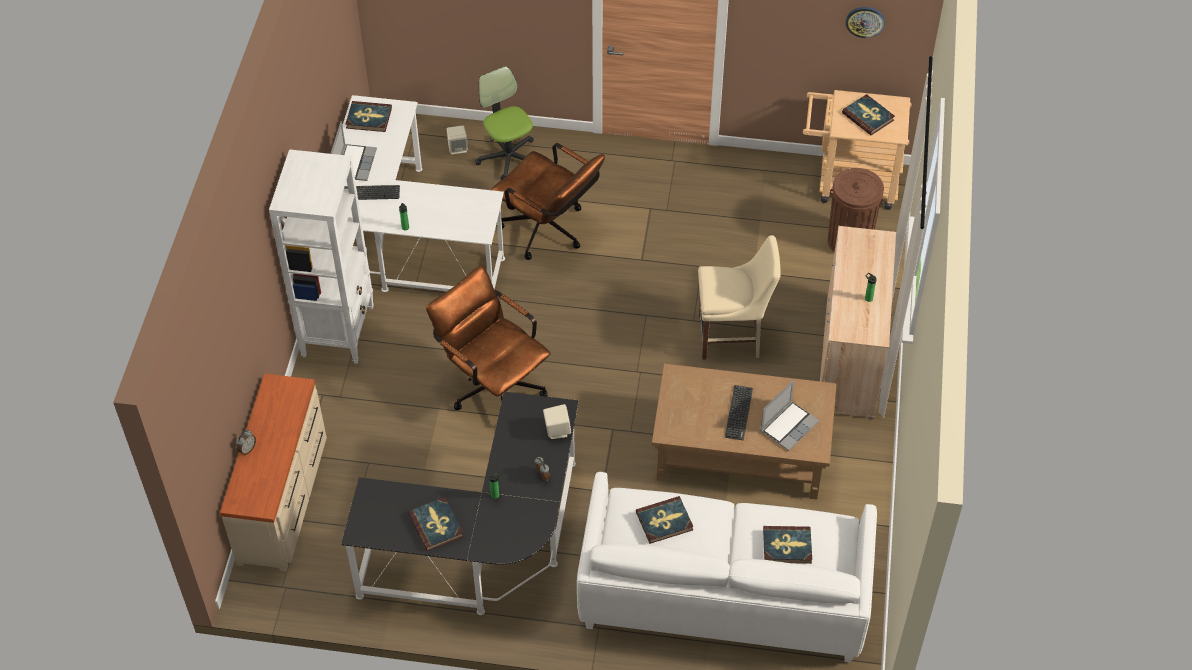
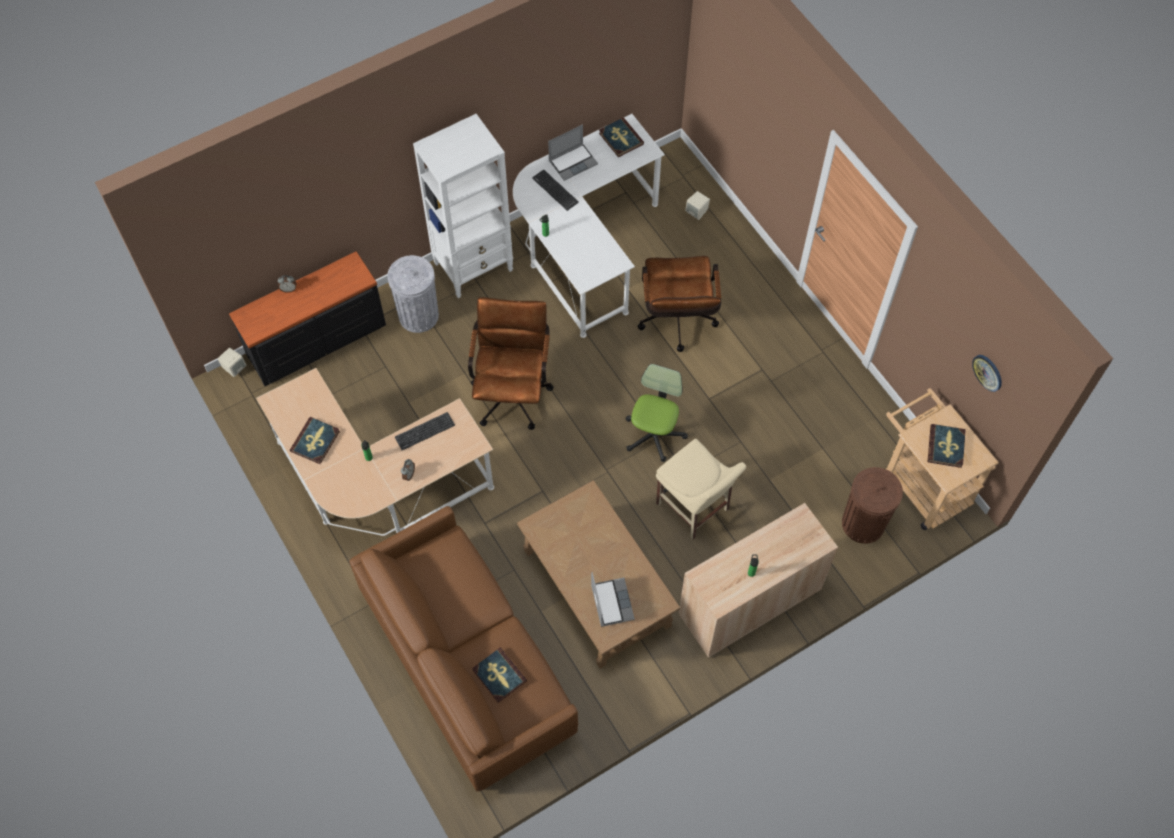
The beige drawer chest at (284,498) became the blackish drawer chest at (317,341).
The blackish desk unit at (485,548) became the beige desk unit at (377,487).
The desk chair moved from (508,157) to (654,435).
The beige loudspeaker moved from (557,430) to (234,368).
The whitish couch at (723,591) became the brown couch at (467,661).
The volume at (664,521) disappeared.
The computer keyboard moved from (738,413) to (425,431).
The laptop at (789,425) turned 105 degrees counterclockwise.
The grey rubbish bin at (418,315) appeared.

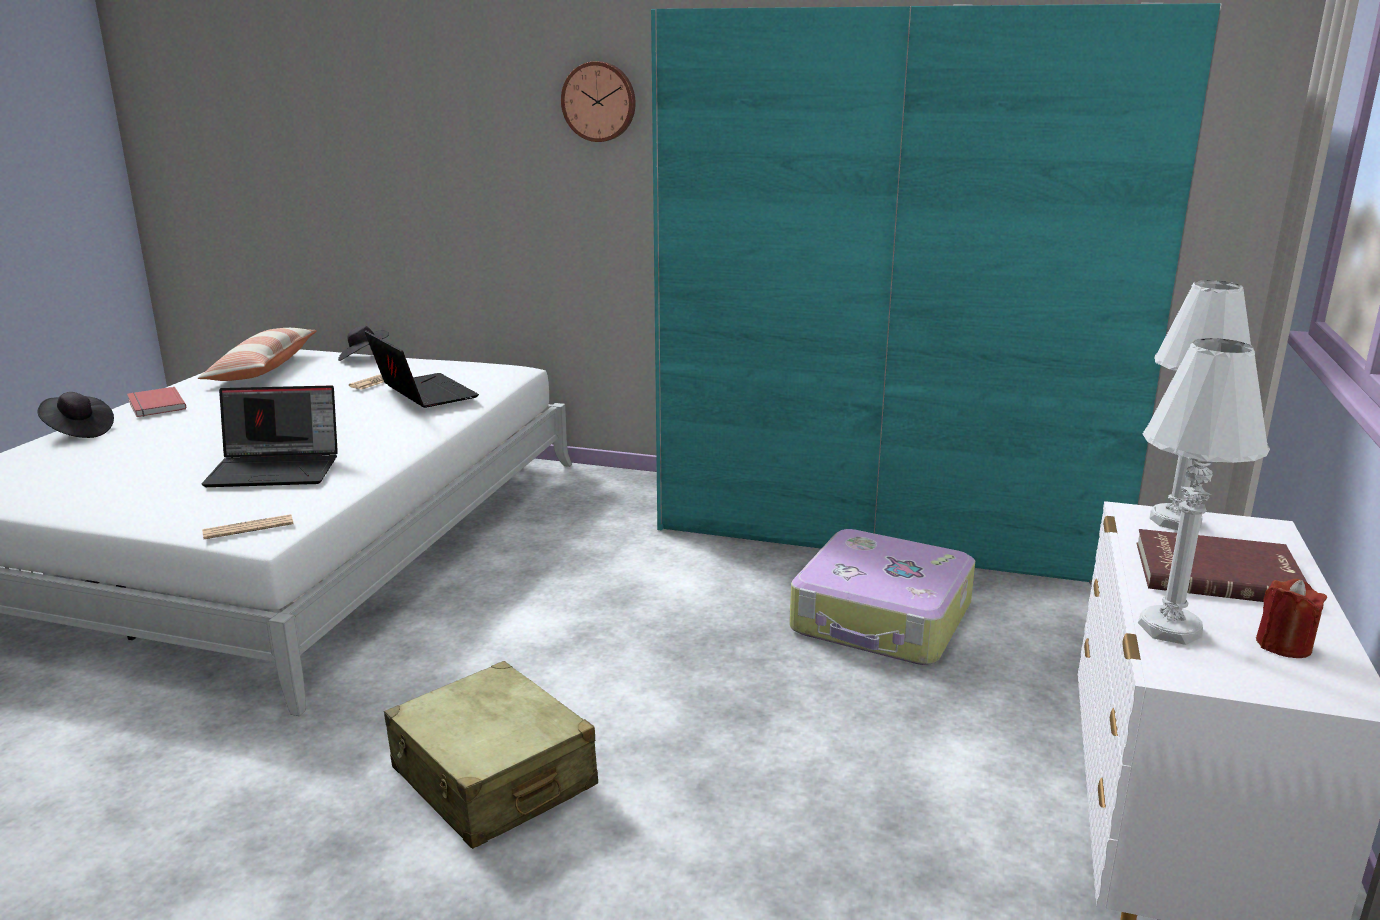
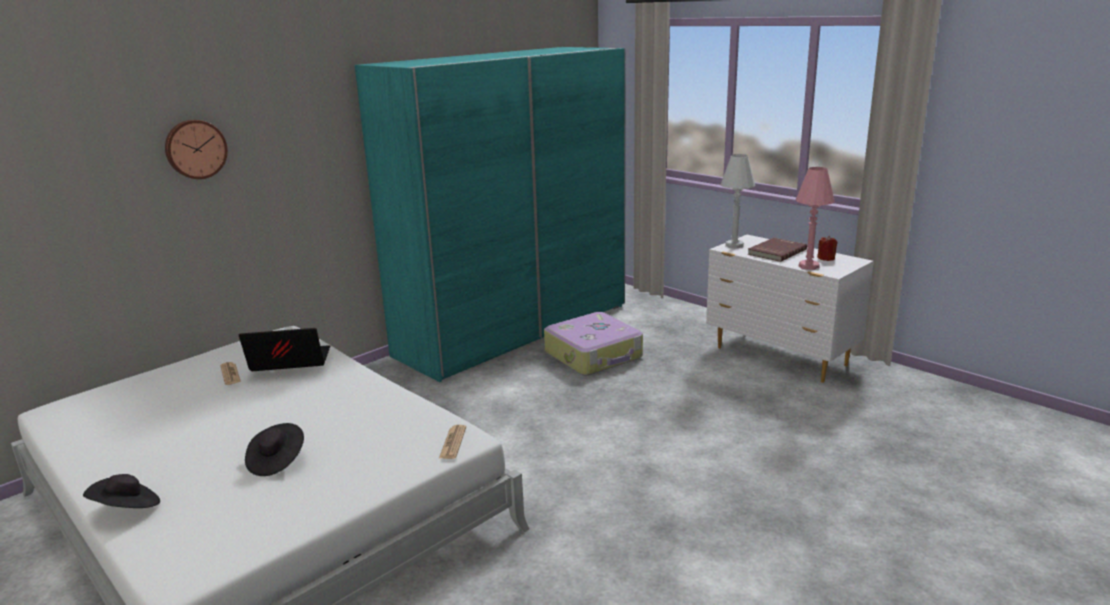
The reddish volume at (154,405) disappeared.
The cushion at (263,369) disappeared.
The laptop at (277,469) disappeared.
The blackish wearable hat moved from (363,358) to (277,461).
The beige piece of luggage at (493,778) disappeared.
The wall clock moved from (599,101) to (195,149).
The whitish tabletop lamp at (1169,629) became the pinkish tabletop lamp at (808,266).

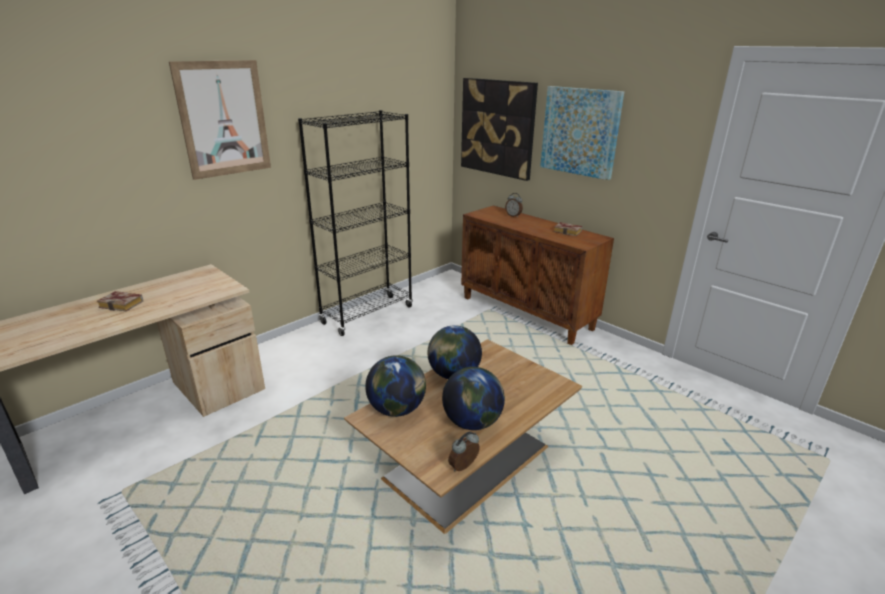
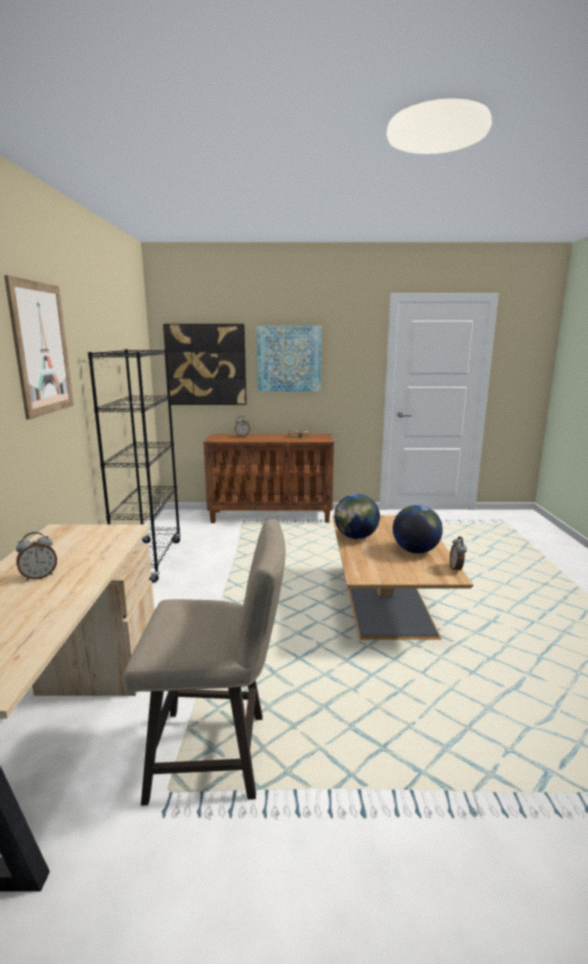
The volume at (123,304) was replaced by the table clock at (39,576).
The globe at (397,409) disappeared.
The beige sitting stool at (219,754) appeared.

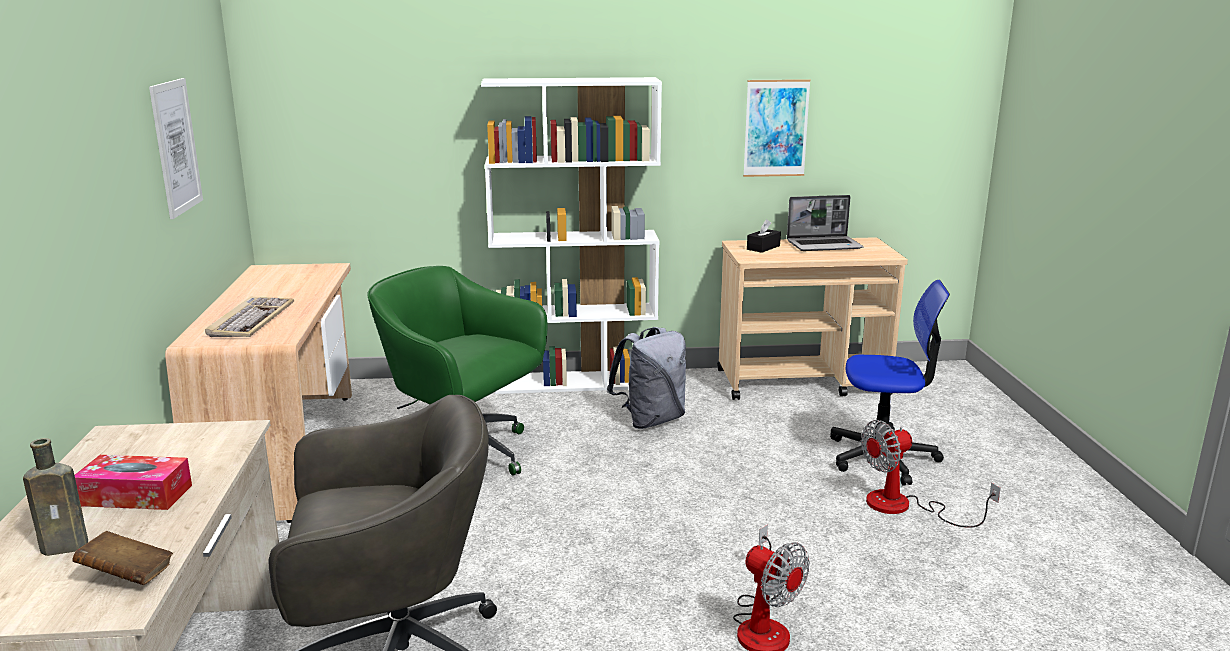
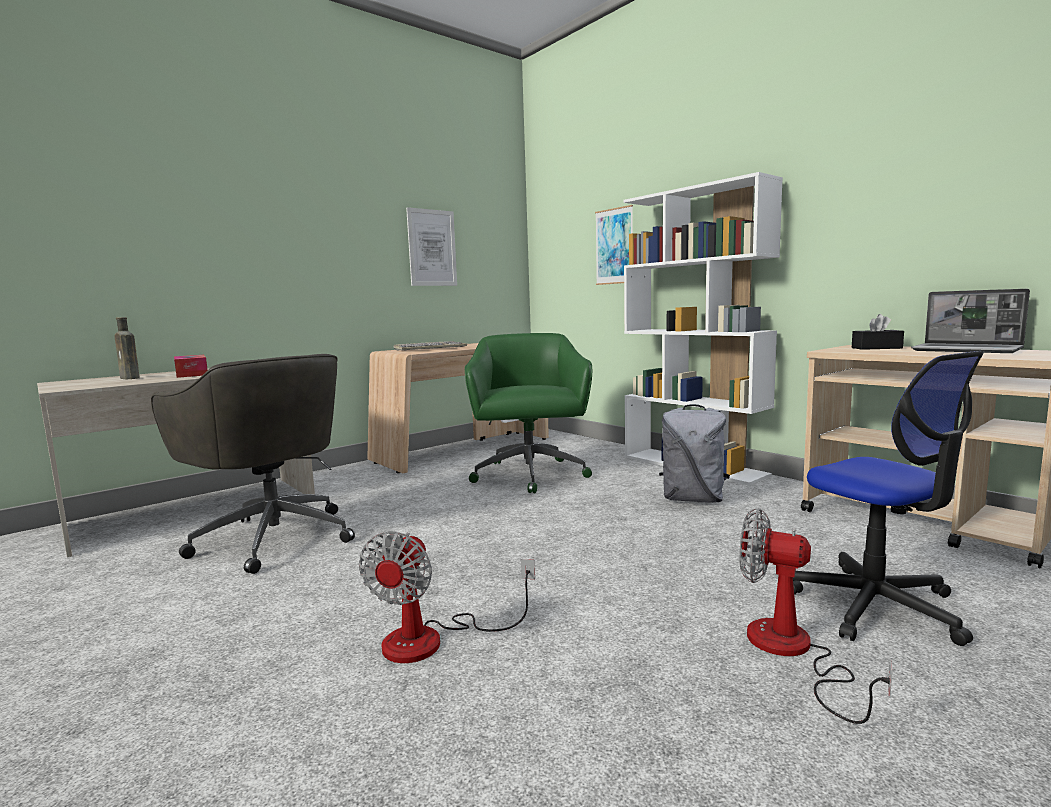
The brown volume at (127,575) disappeared.
The picture moved from (776,128) to (614,246).

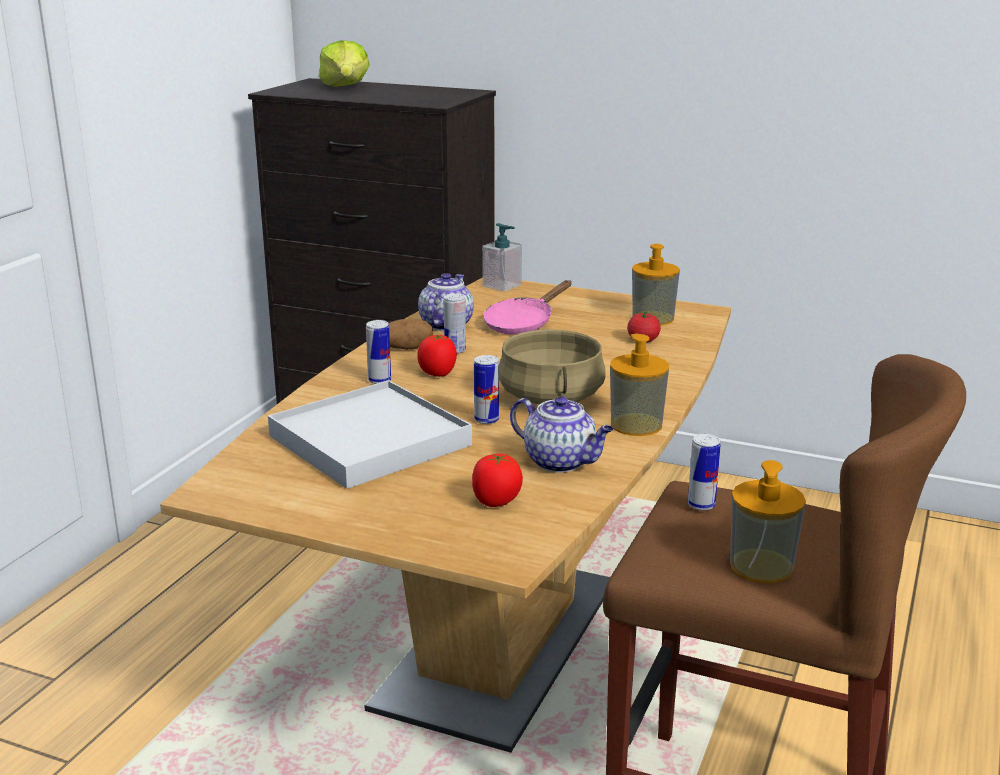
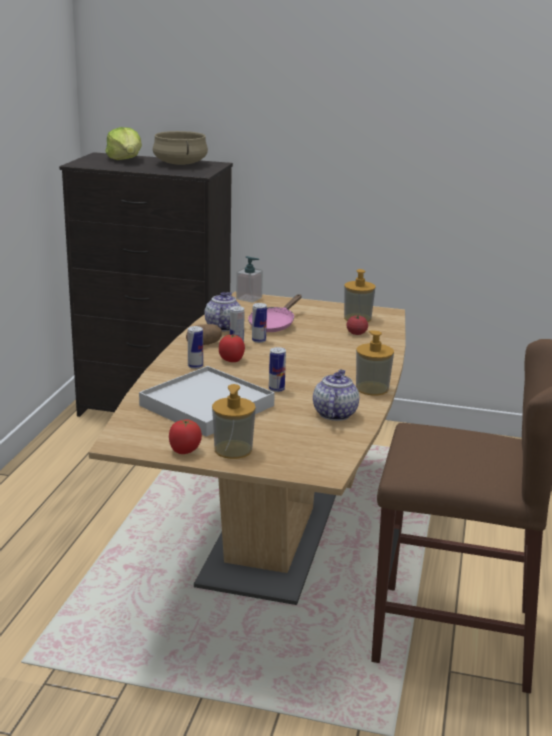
The tomato moved from (496,501) to (184,450).
The beige cooking pot moved from (552,398) to (181,164).
The teapot at (561,462) turned 105 degrees counterclockwise.
The metal can moved from (701,505) to (258,340).
The soap bottle moved from (761,566) to (233,449).

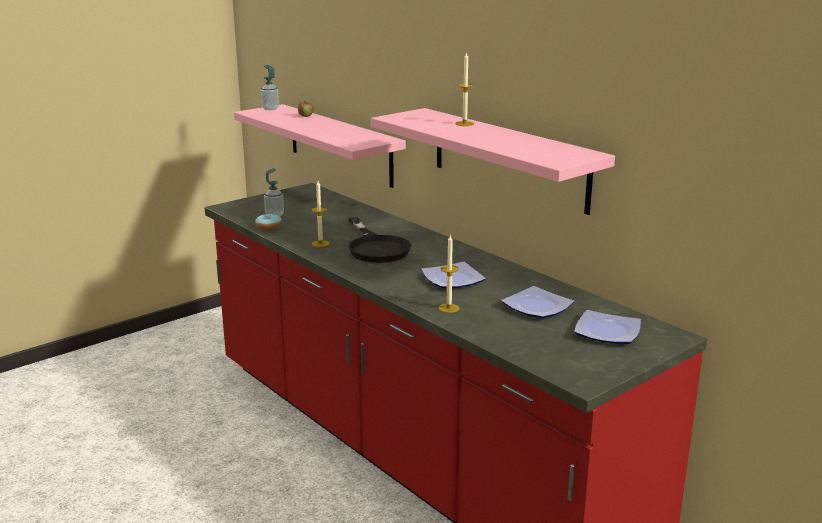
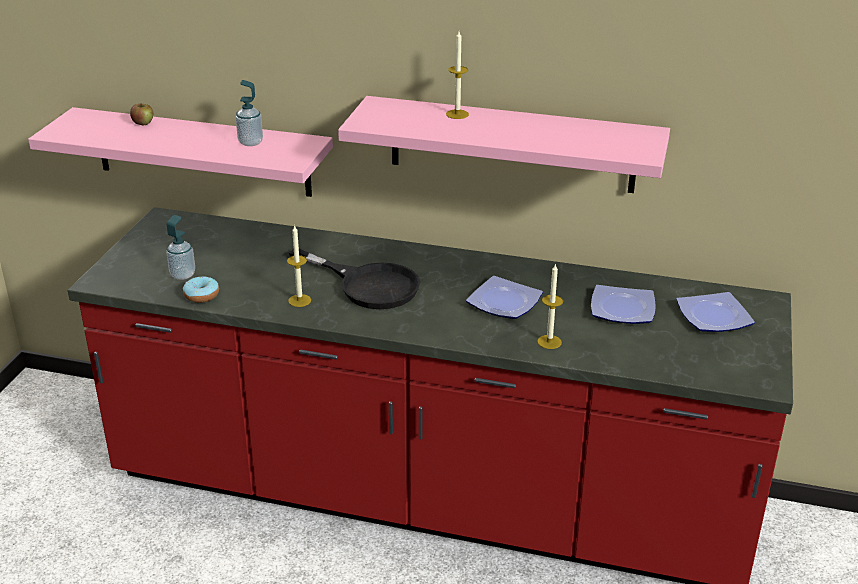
The soap bottle moved from (270,109) to (250,142).

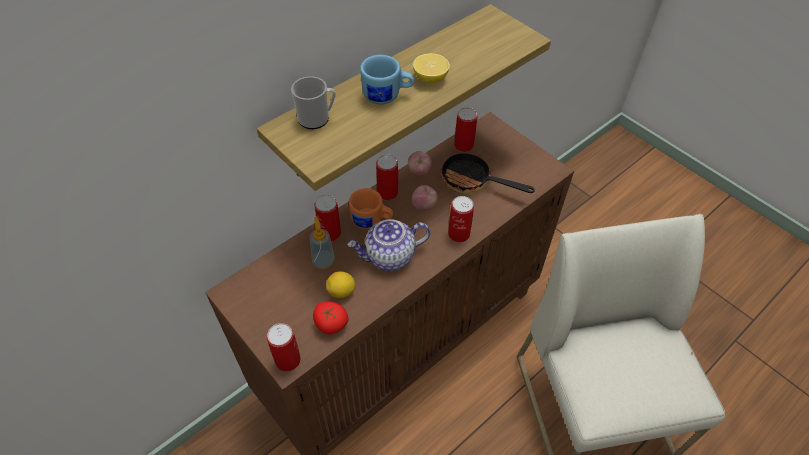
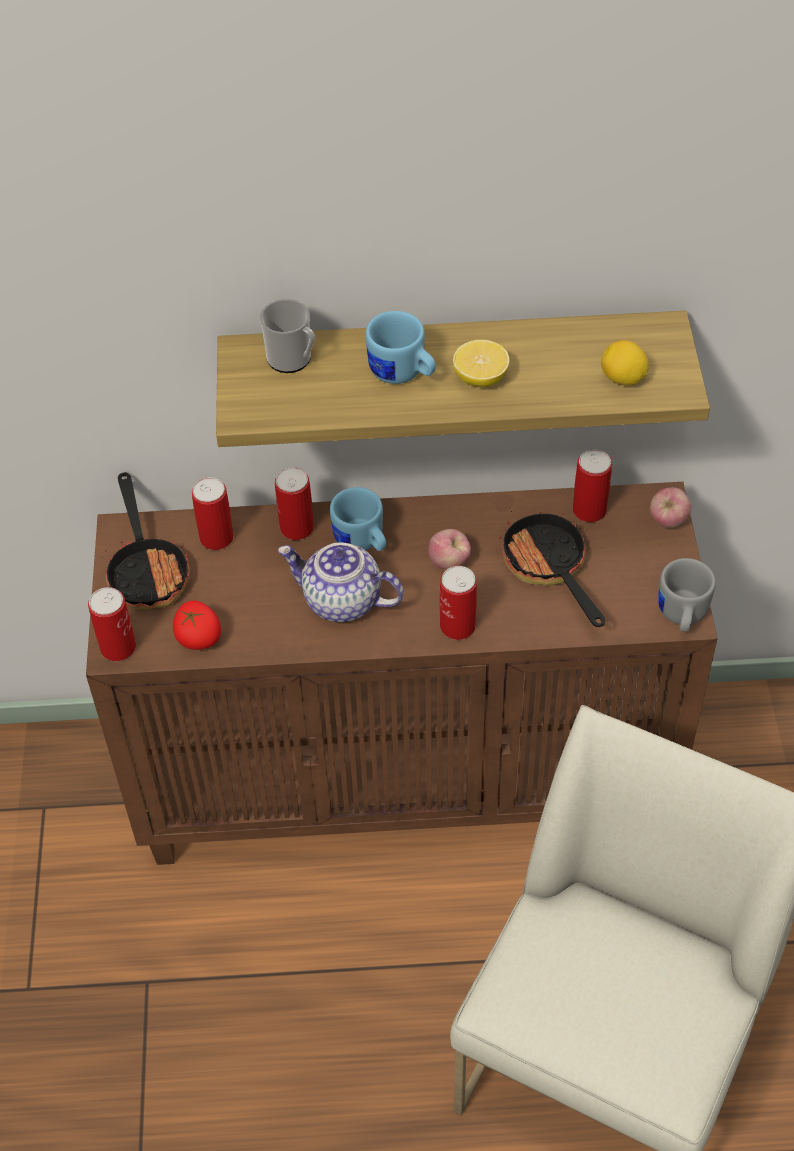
The soap bottle at (323,261) disappeared.
The lemon moved from (341,292) to (622,379).
The orange-coloured tea mug at (371,221) became the blue-coloured tea mug at (362,543).
The metal can moved from (387,193) to (216,537).
The whole apple moved from (419,172) to (668,521).
The frying pan at (147,570) appeared.
The grey tea mug at (681,616) appeared.

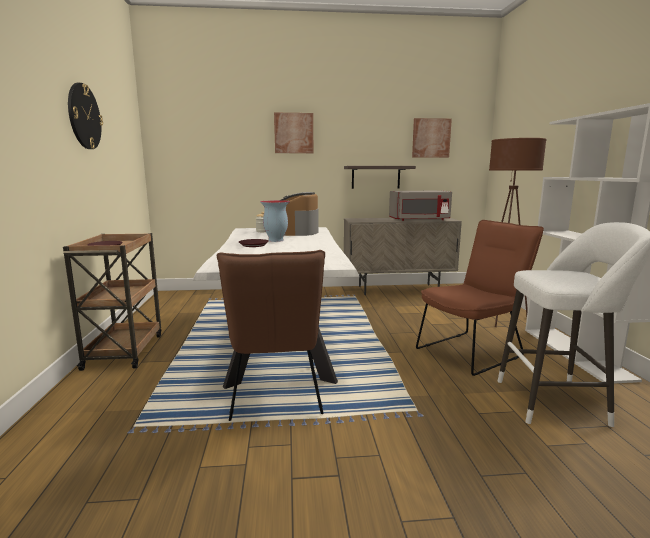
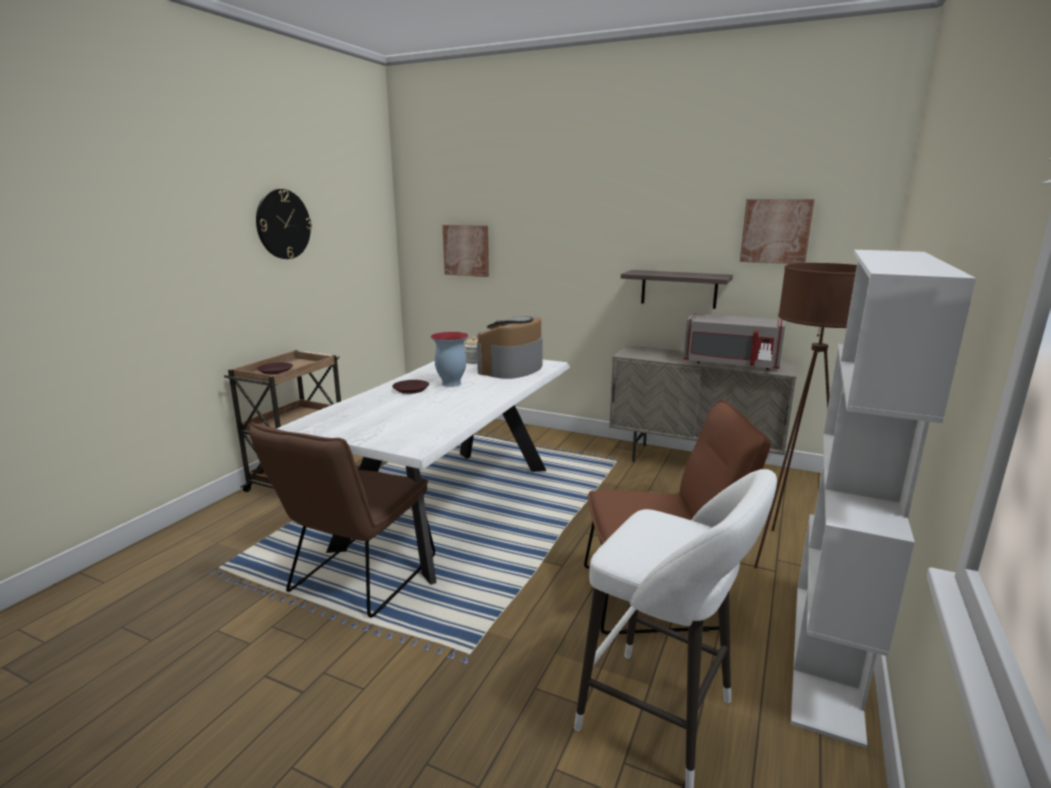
The picture moved from (293,133) to (466,250).

